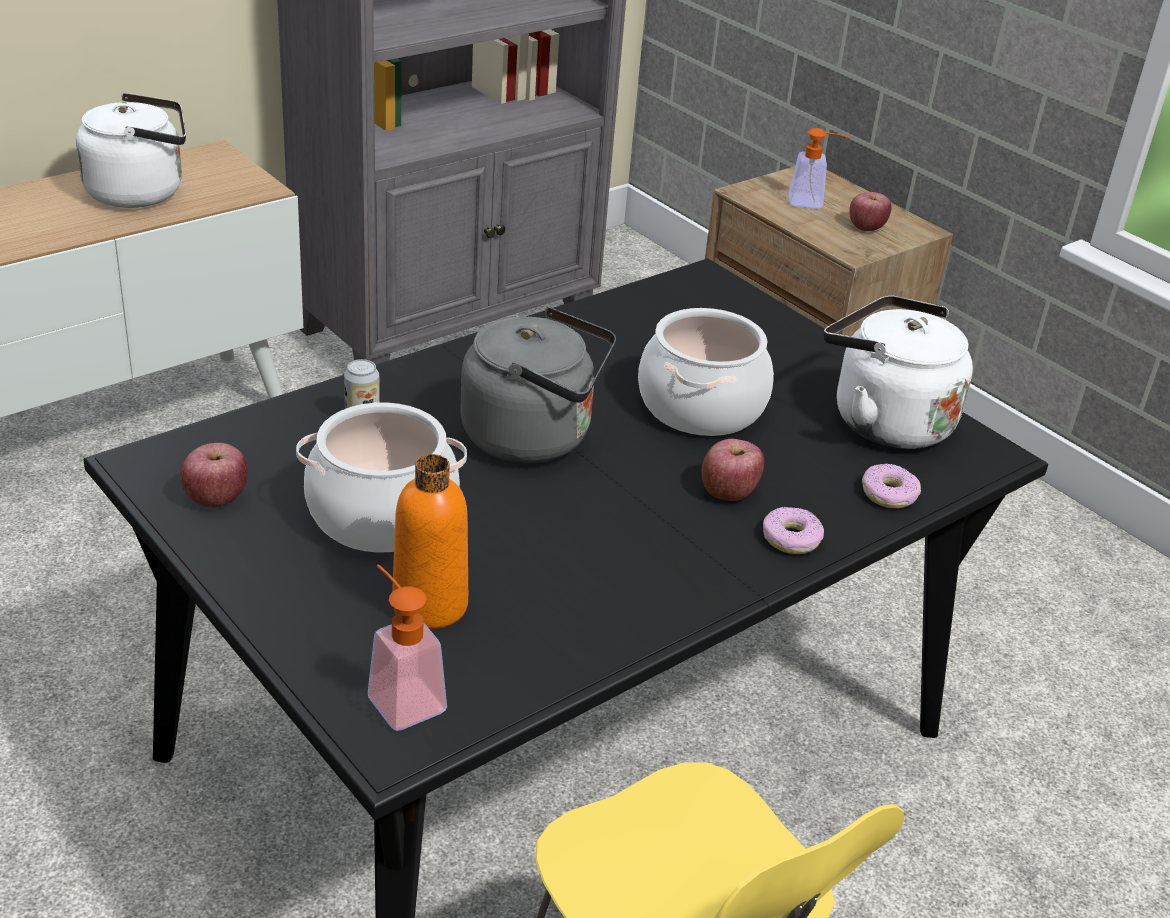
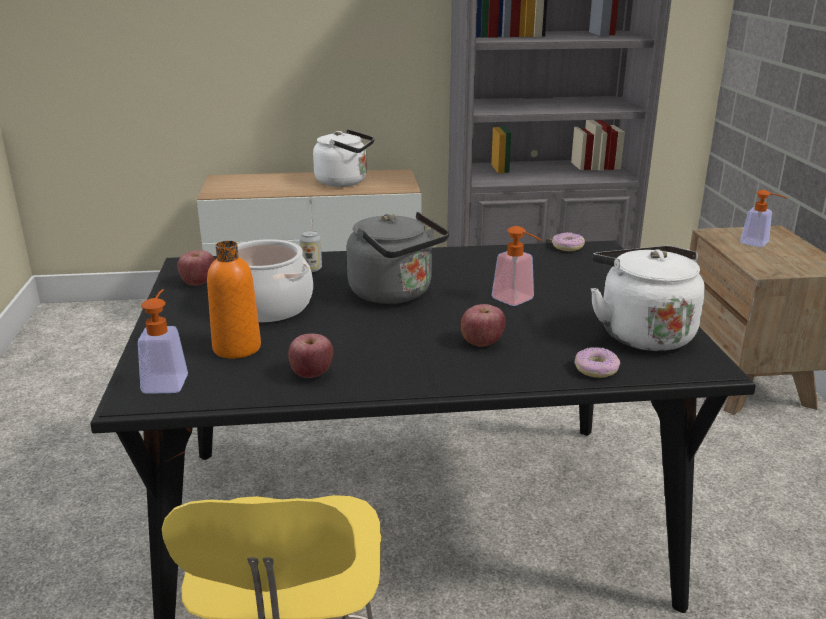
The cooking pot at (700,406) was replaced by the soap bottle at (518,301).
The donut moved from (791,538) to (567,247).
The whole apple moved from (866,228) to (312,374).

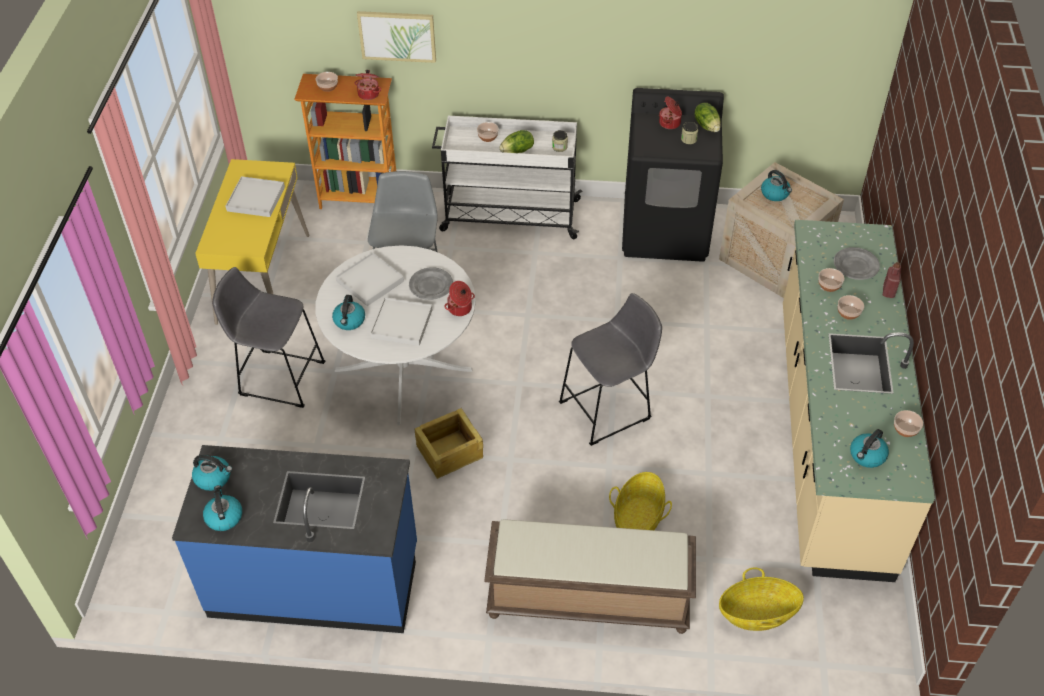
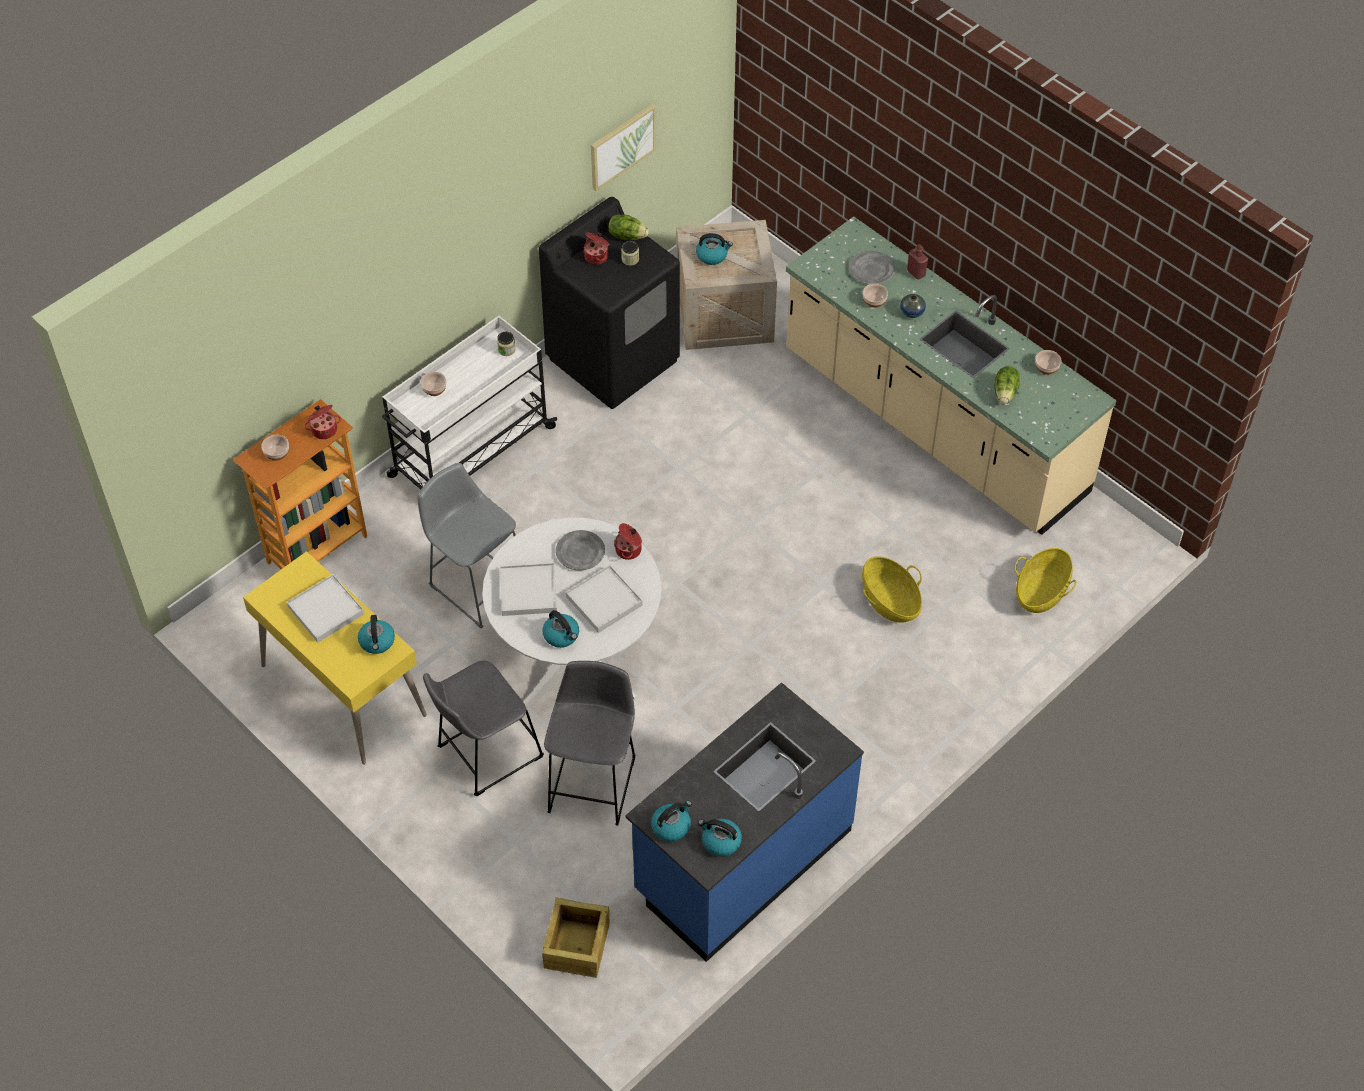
The picture moved from (397,36) to (622,146).
The packing crate moved from (449,451) to (575,946).
The brown indoor bench at (587,599) disappeared.
The lettuce head moved from (517,151) to (1005,392).
The grey sitting stool moved from (609,409) to (594,780).
The deep dish at (848,313) was replaced by the vase at (912,312).
The kettle moved from (867,456) to (377,642).

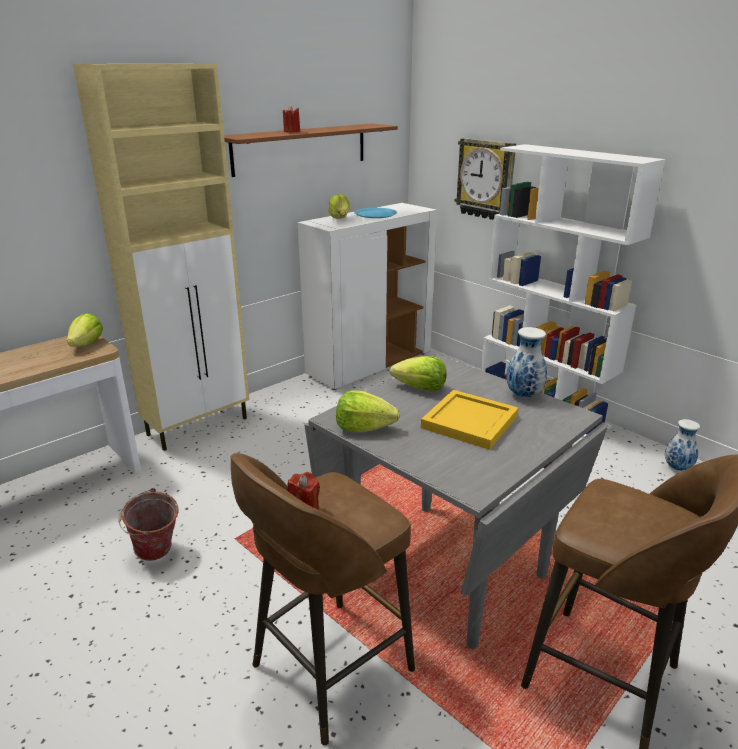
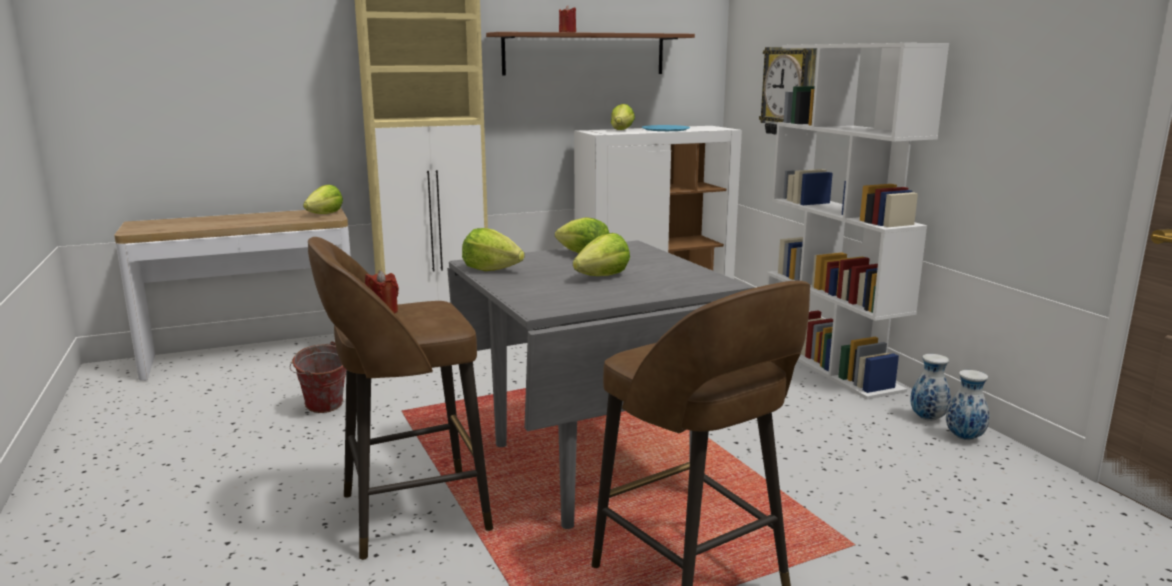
The yellow tray at (471,422) was replaced by the lettuce head at (602,276).
The vase moved from (523,395) to (926,418).

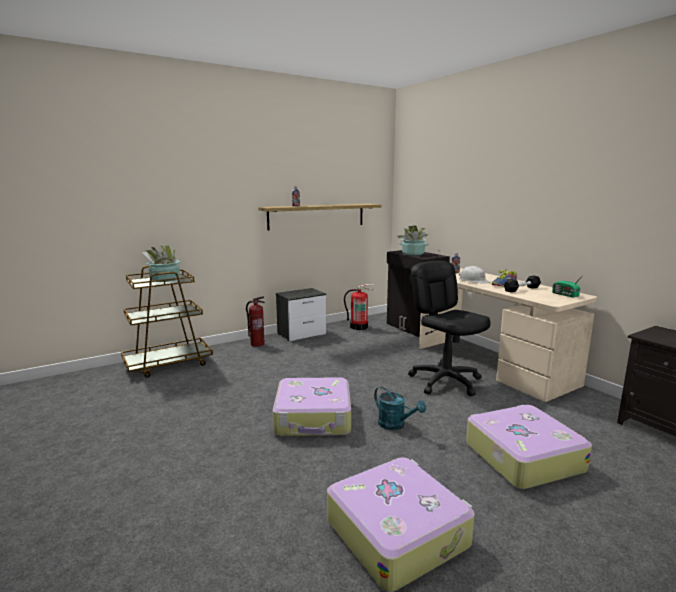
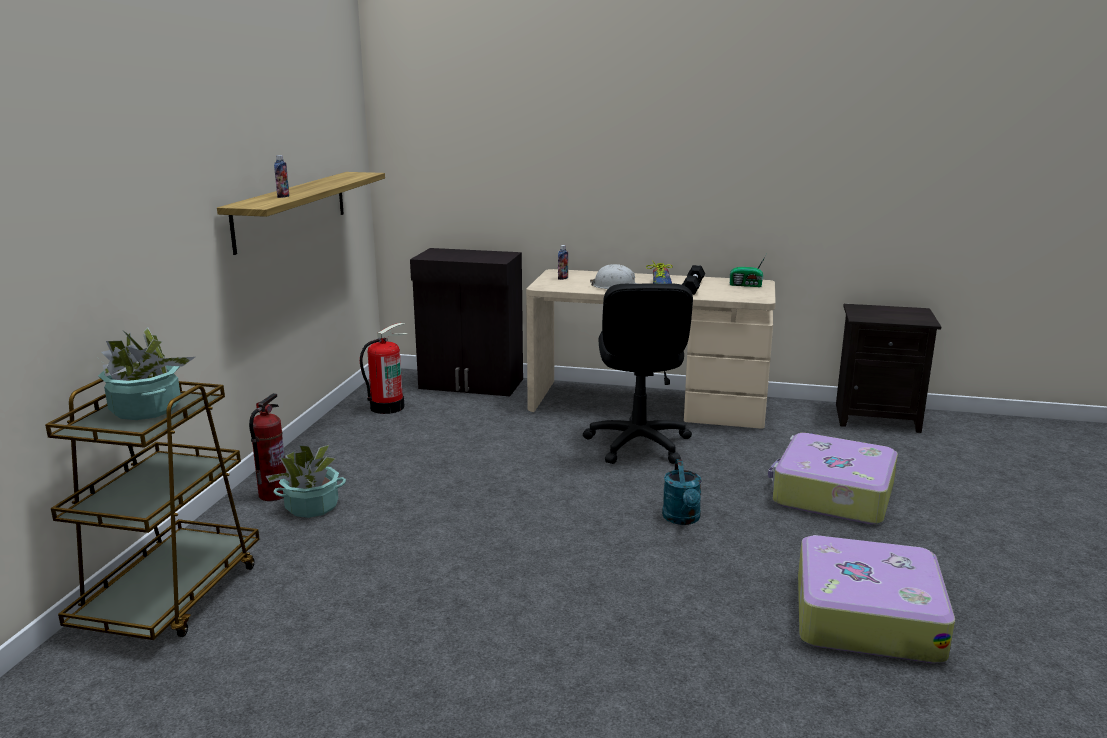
The piece of luggage at (314,418) disappeared.
The nightstand at (302,334) disappeared.
The turquoise sprinkling can at (395,425) turned 90 degrees clockwise.
The plant in a pot moved from (413,253) to (312,507).
The blackish desk chair at (445,381) turned 105 degrees counterclockwise.

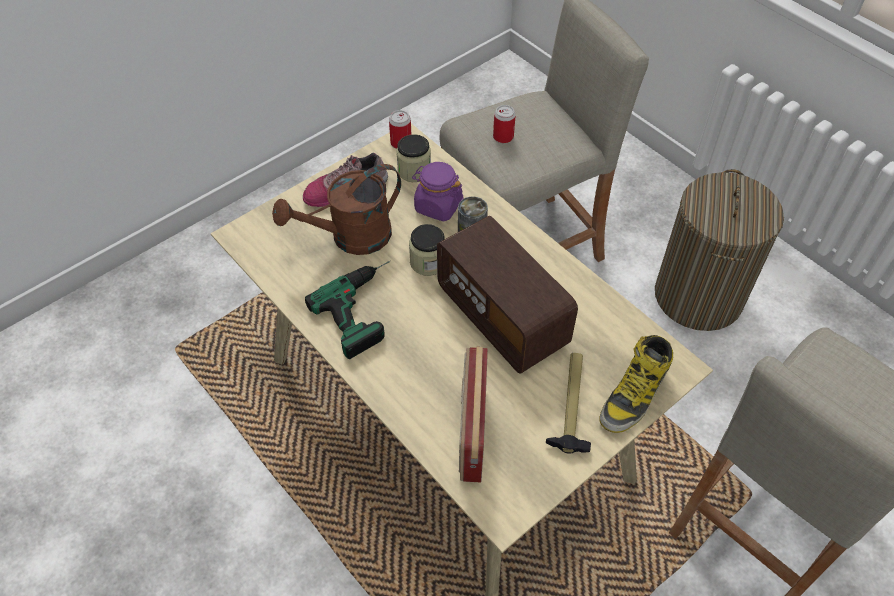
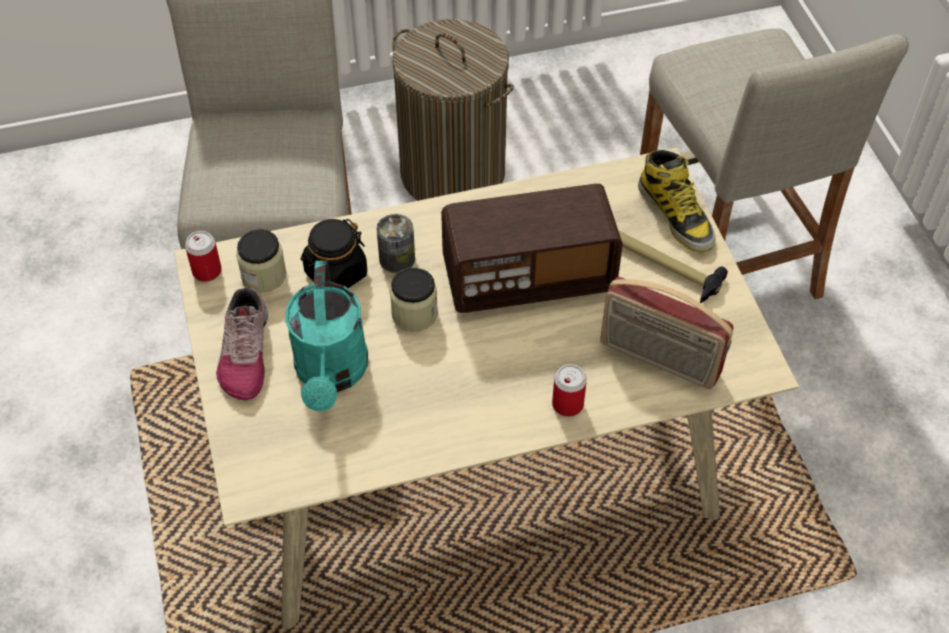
The brown sprinkling can at (351,238) became the turquoise sprinkling can at (331,374).
The electric drill at (366,308) disappeared.
The purple-coloured storage jar at (438,206) became the blackish storage jar at (335,274).
The metal can moved from (503,137) to (567,404).

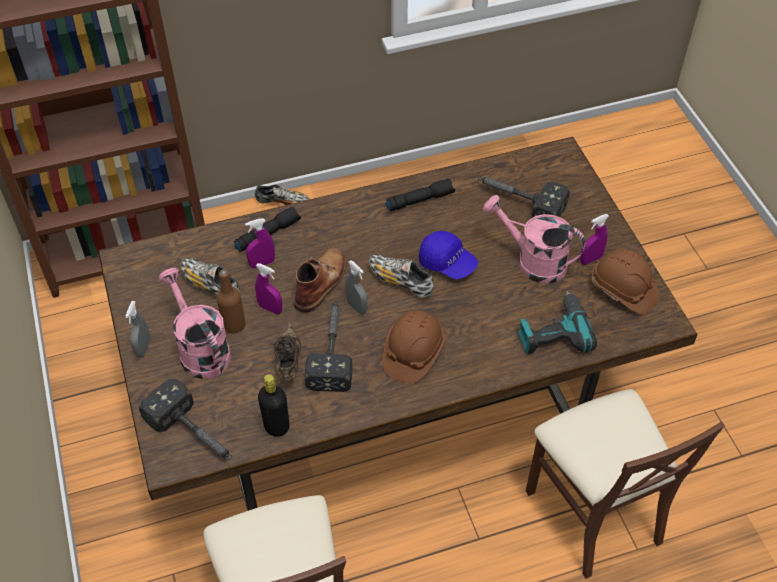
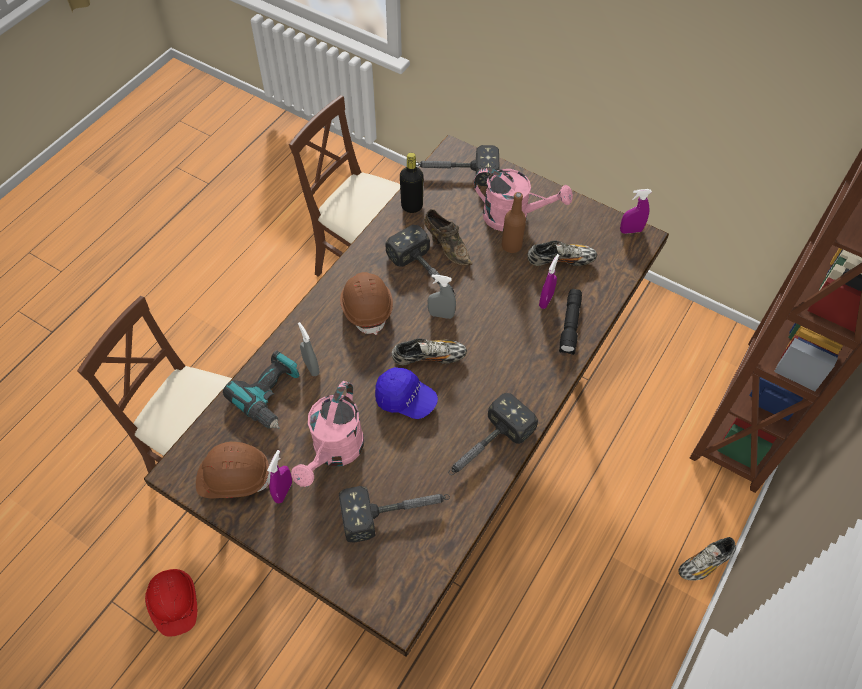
The grey spray bottle moved from (143,348) to (311,367).
The purple-coloured spray bottle moved from (270,308) to (631,230).
The brown tall boot at (321,281) disappeared.
The blackish hand torch at (420,200) was replaced by the hammer at (485,447).
The blue-coloured peaked cap at (447,263) turned 150 degrees counterclockwise.
The pinkish sprinkling can at (532,261) turned 120 degrees clockwise.
The reddish work helmet at (174,604) appeared.

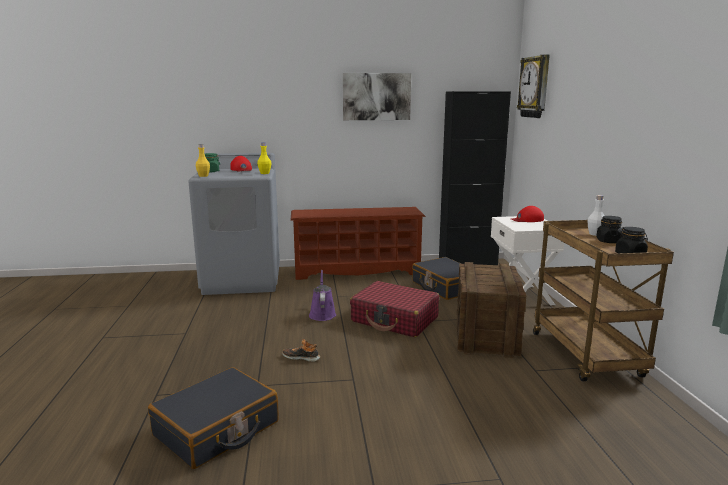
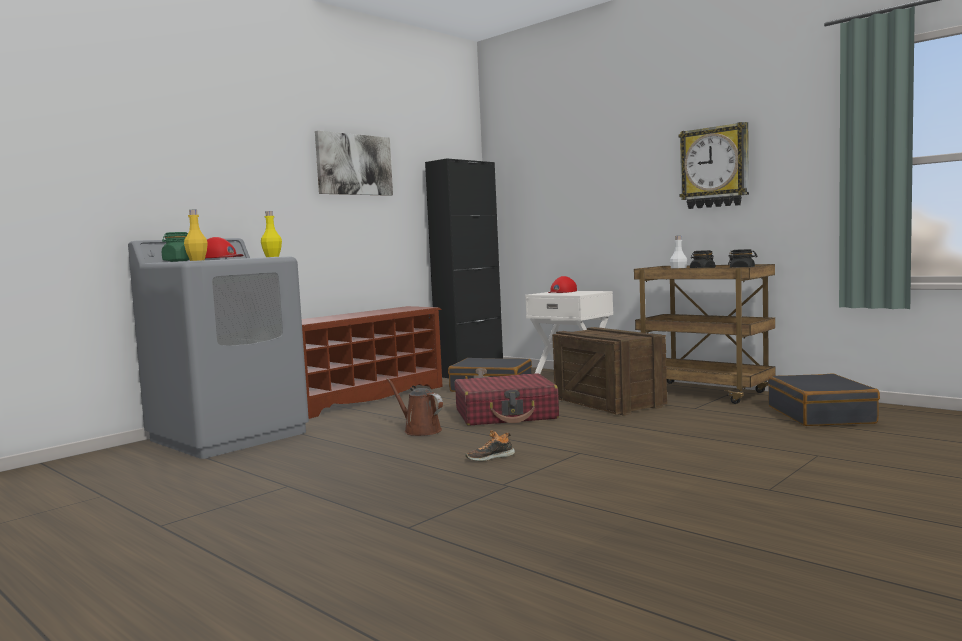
The blackish piece of luggage moved from (217,429) to (821,415).
The purple-coloured sprinkling can at (322,314) became the brown sprinkling can at (419,430).
The wall clock moved from (535,87) to (715,167).

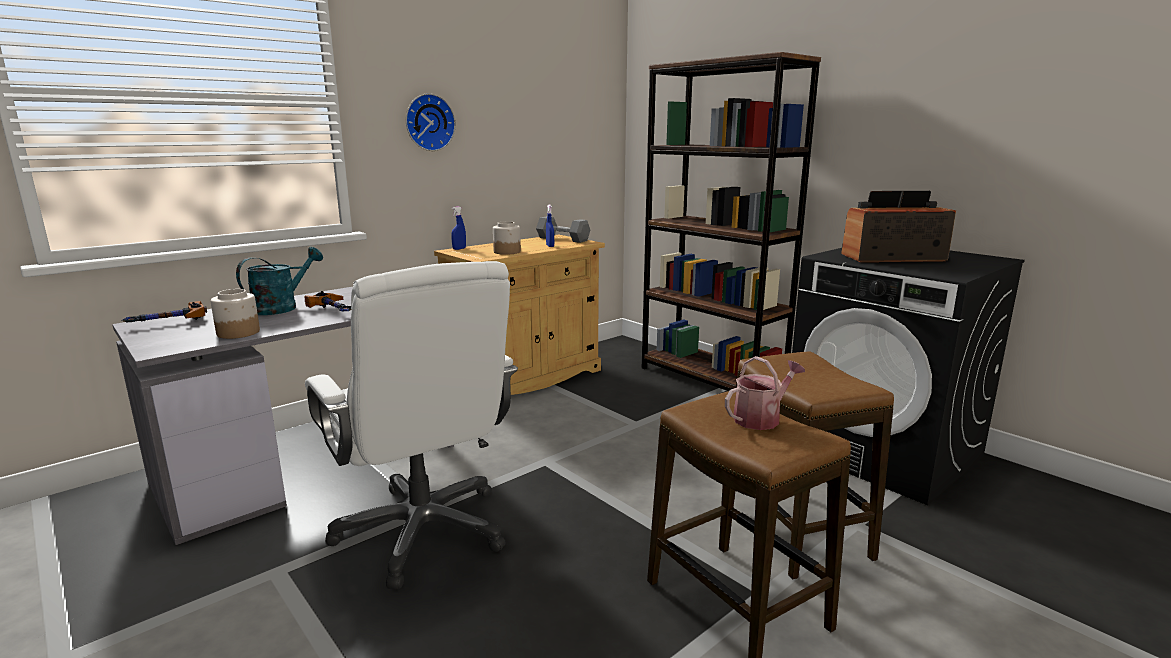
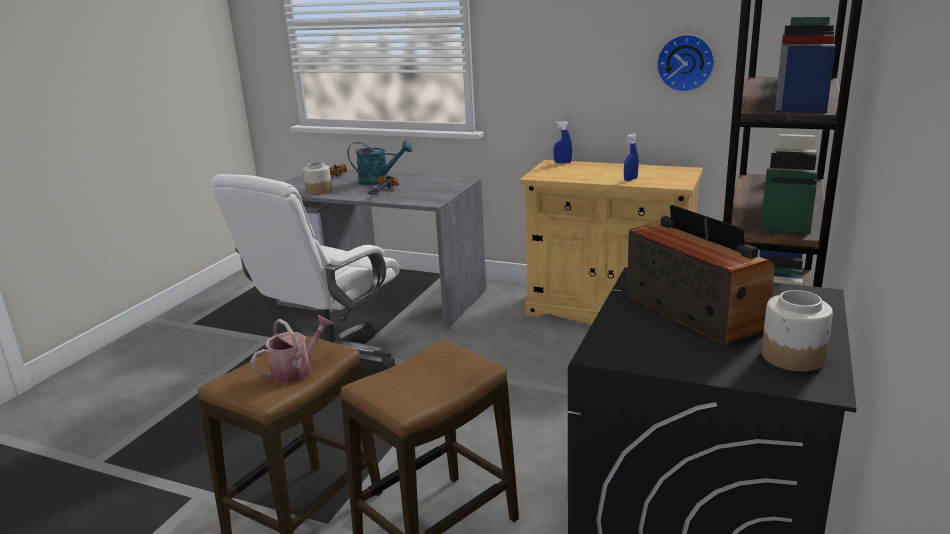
The wall clock moved from (428,122) to (685,63).
The storage jar moved from (507,252) to (793,357).
The grey free weight at (563,239) disappeared.
The sprinkling can at (761,418) turned 75 degrees counterclockwise.

